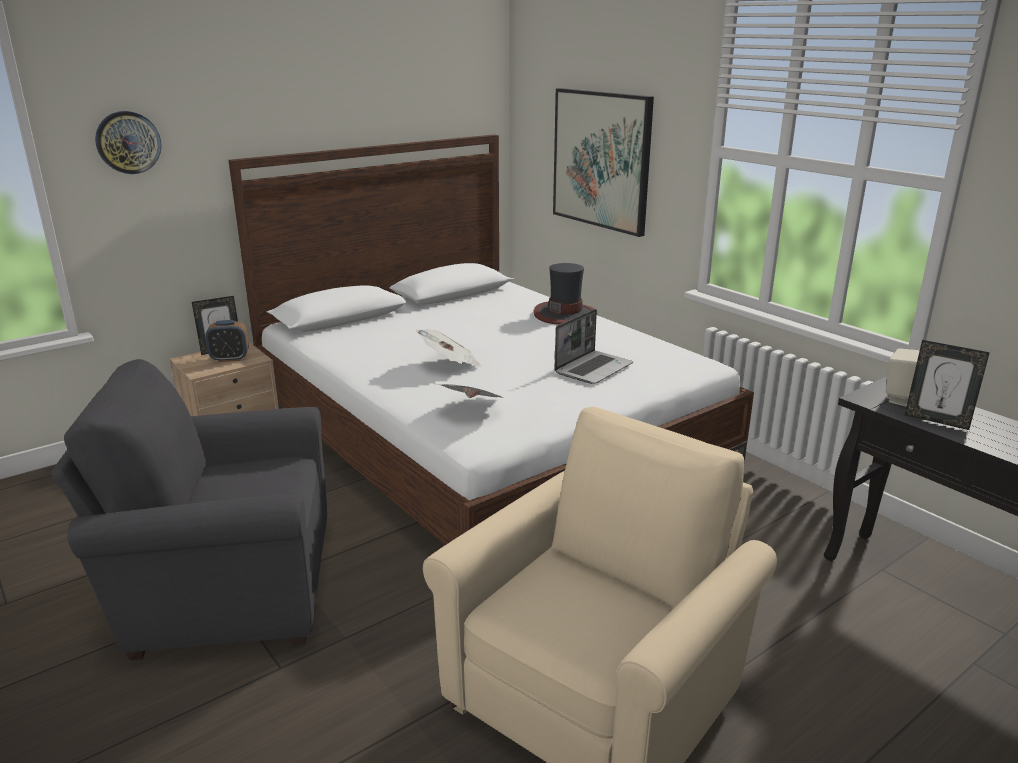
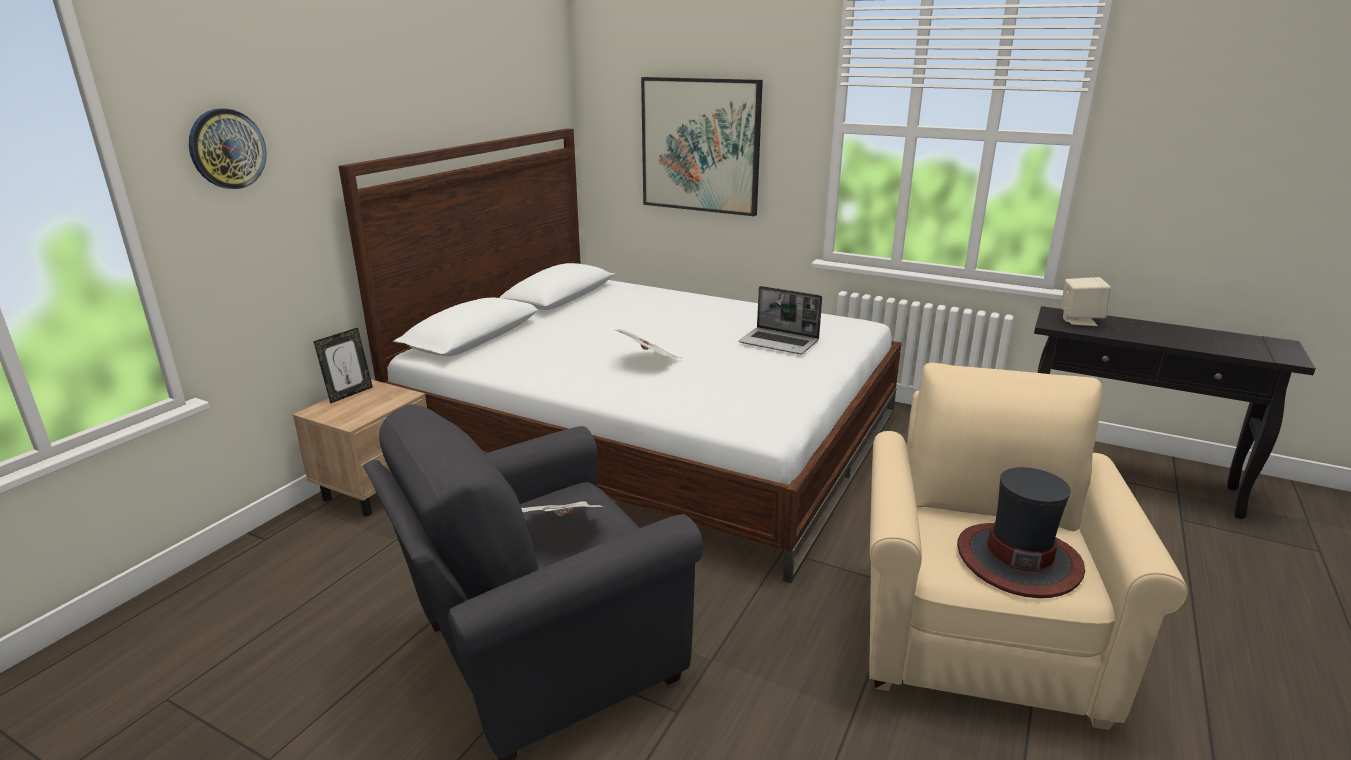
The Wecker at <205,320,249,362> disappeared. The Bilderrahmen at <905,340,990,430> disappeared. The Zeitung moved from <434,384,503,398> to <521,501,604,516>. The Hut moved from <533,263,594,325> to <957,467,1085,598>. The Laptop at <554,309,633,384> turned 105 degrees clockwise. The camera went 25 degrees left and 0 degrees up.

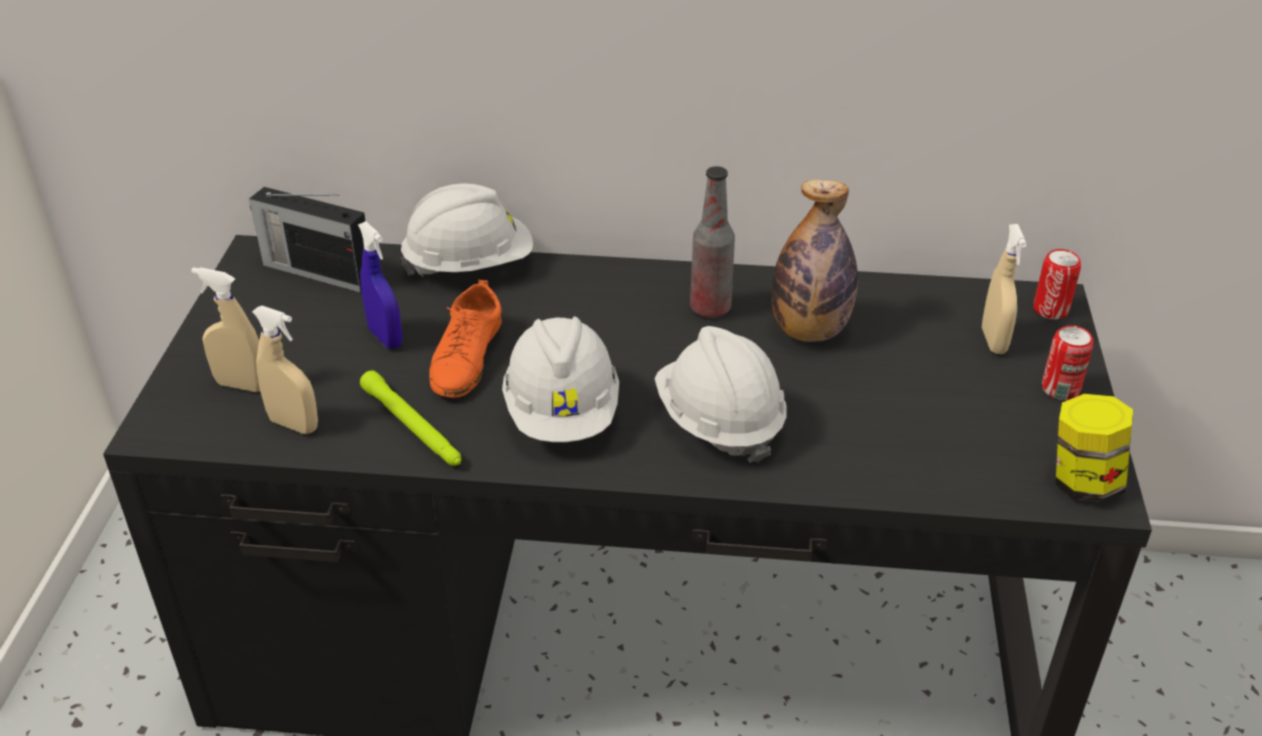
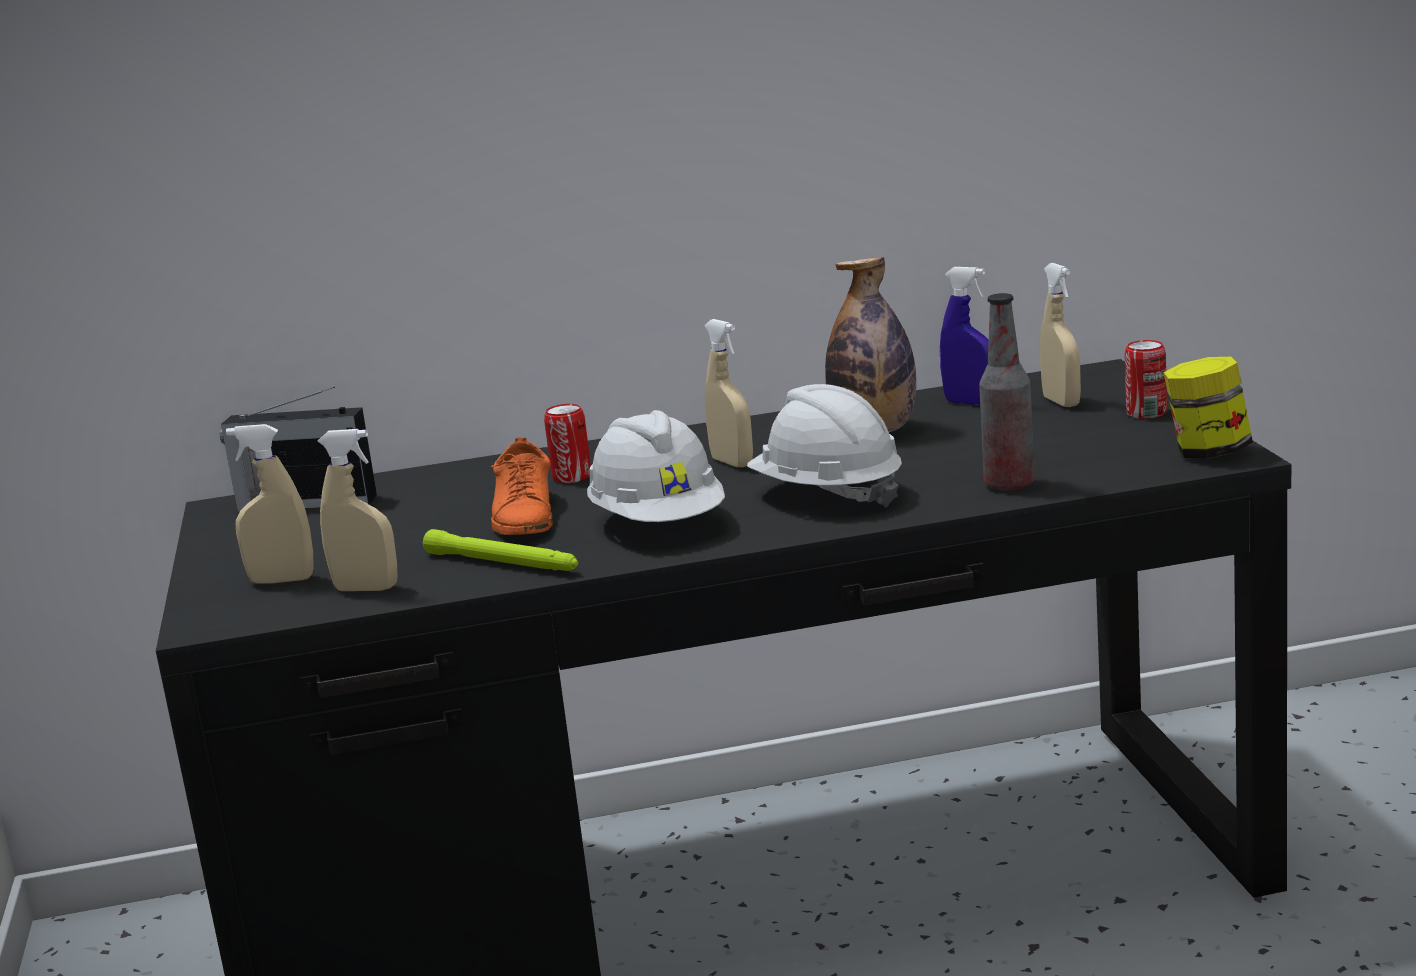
The Schutzhelm (weiß) at <400,183,533,277> disappeared. The Sprühflasche (beige) at <704,319,753,467> appeared. The Sprühflasche (blau) moved from <358,221,402,349> to <940,267,989,406>. The Flasche moved from <690,166,735,318> to <979,293,1035,491>. The Dose moved from <1034,249,1081,319> to <544,404,591,483>. The camera went 15 degrees left and 20 degrees down.

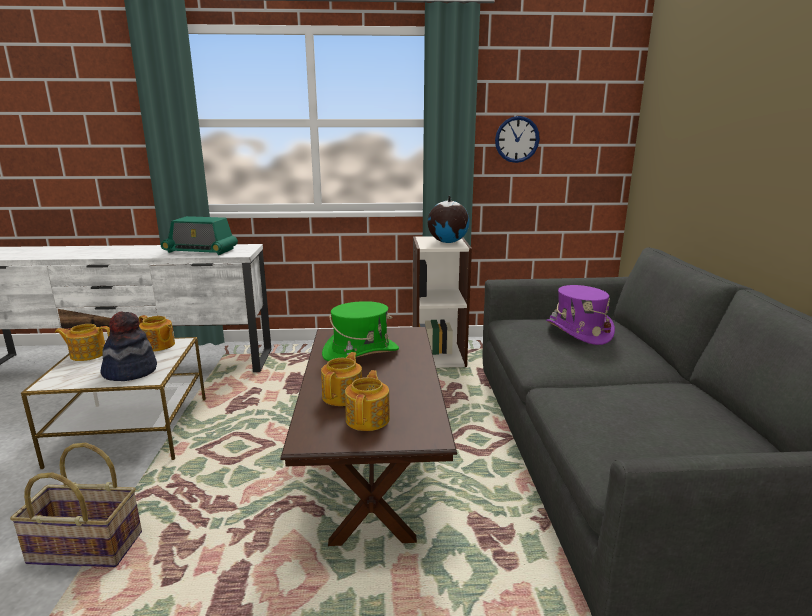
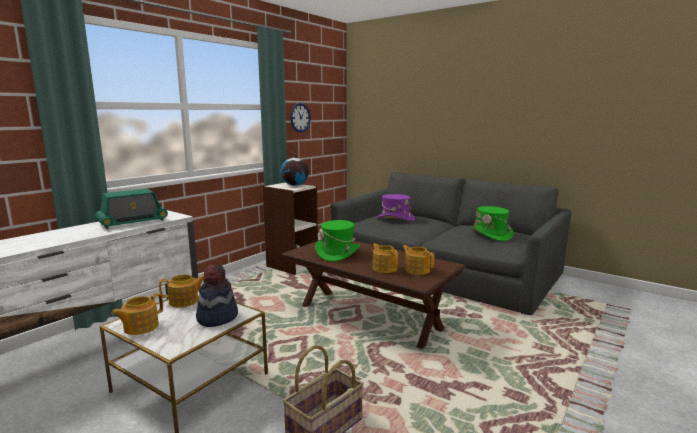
The Hut (grün) at <470,206,513,241> appeared. The camera went 50 degrees left and 5 degrees down.

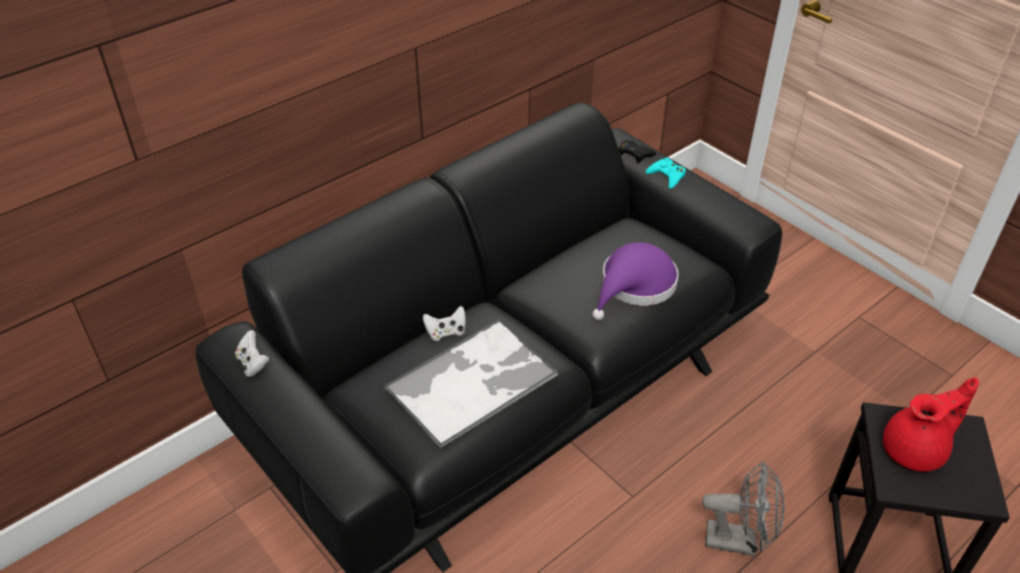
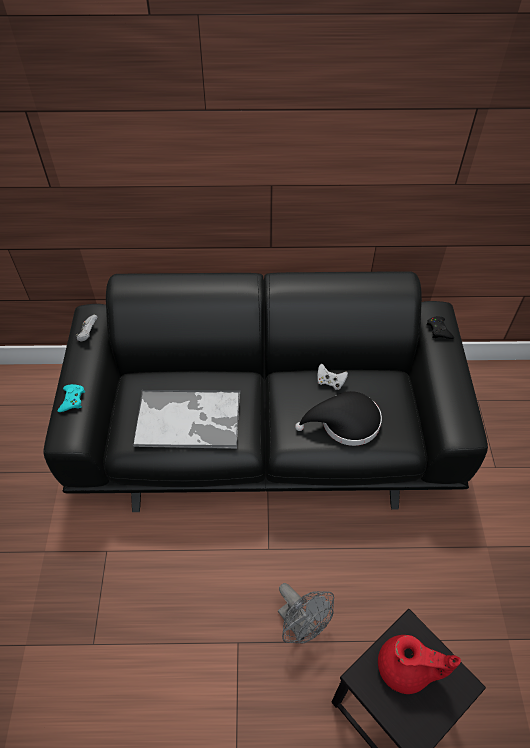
The Gamepad (weiß) moved from <423,306,466,341> to <317,364,348,390>. The Gamepad (türkis) moved from <646,158,686,189> to <58,384,85,412>. The Hut (lila) at <592,242,679,320> became the Hut (schwarz) at <295,391,382,446>. The camera went 40 degrees right and 10 degrees up.

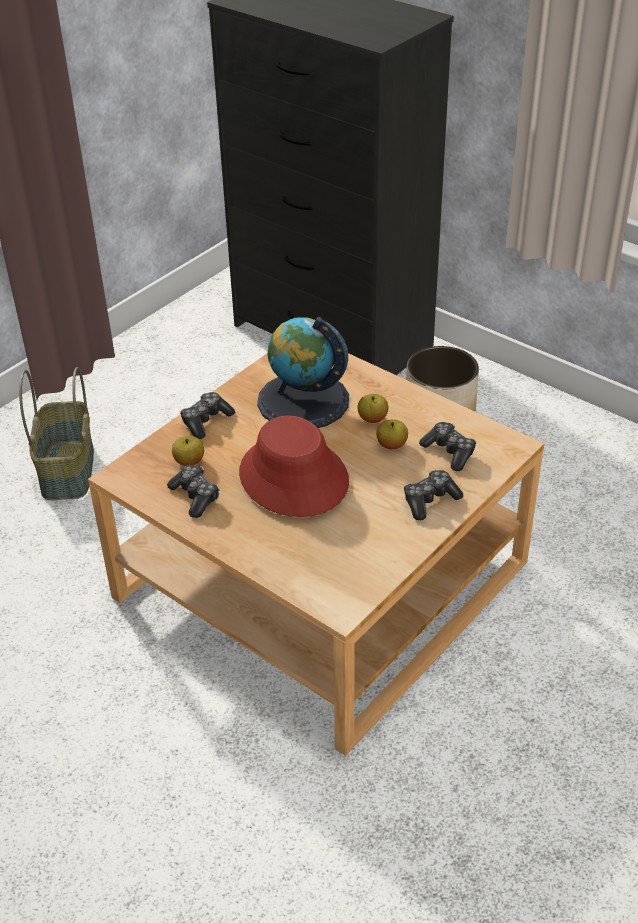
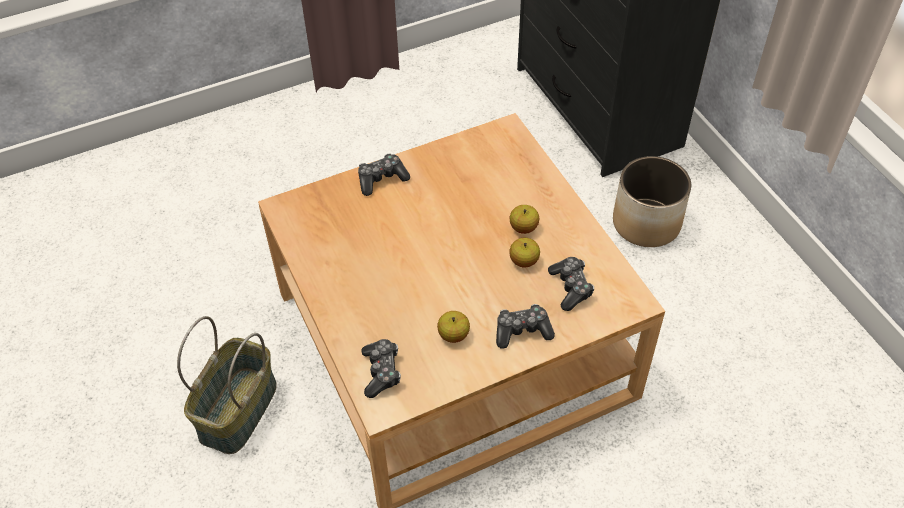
The Hut (rot) at <239,416,349,517> disappeared. The Globus at <257,317,349,428> disappeared. The Korb moved from <19,367,94,500> to <177,316,277,454>. The Gamepad moved from <167,465,219,518> to <361,339,401,398>. The Apfel moved from <172,436,204,466> to <437,311,470,343>. The camera went 25 degrees right and 10 degrees up.

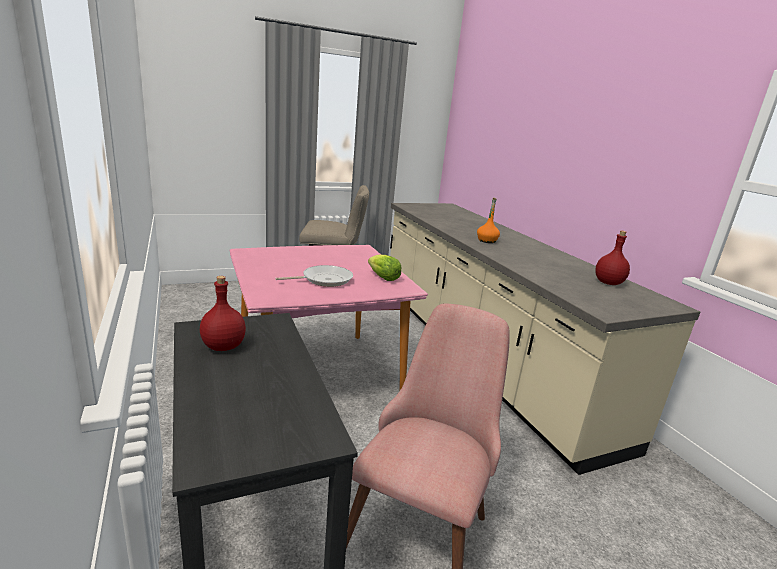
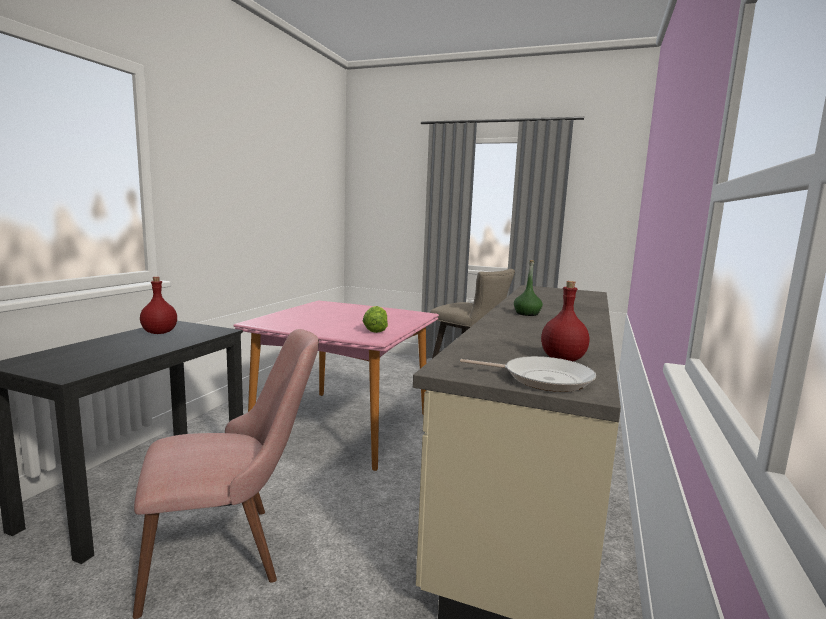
The Pfanne moved from <275,265,353,287> to <460,356,596,392>. The Flasche (orange) at <477,198,500,243> became the Flasche (grün) at <514,260,543,316>. The camera went 45 degrees right and 10 degrees down.

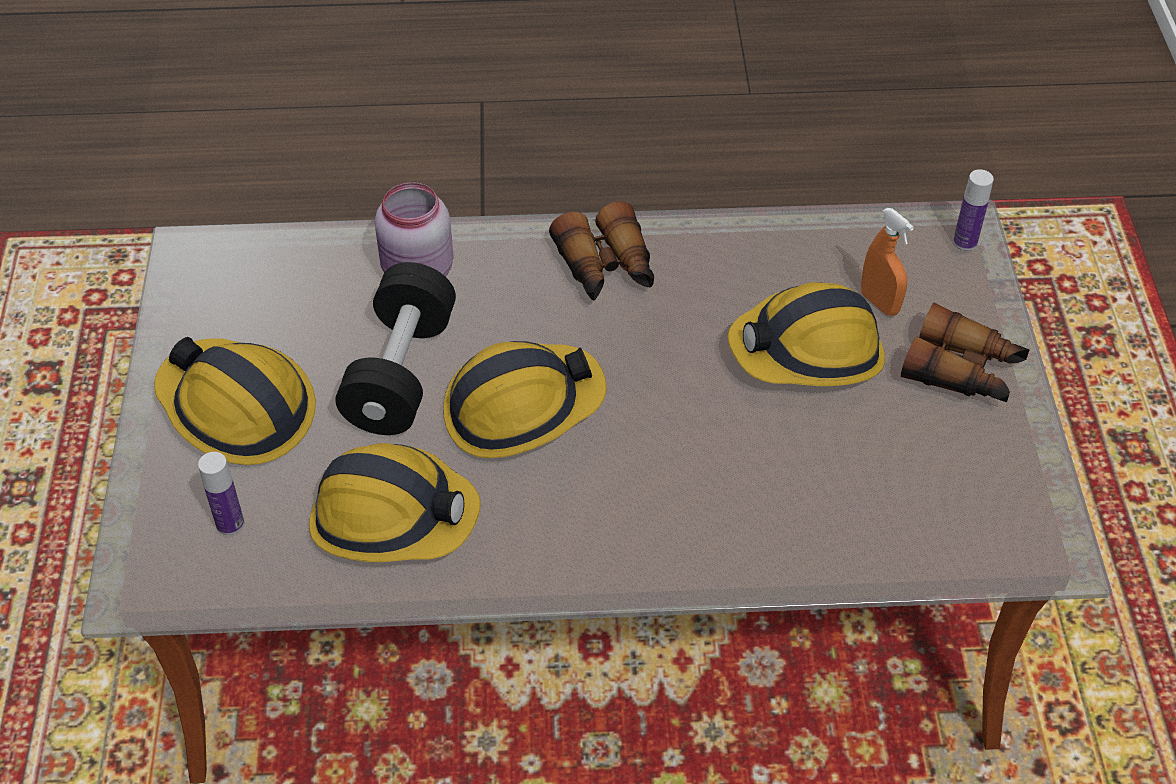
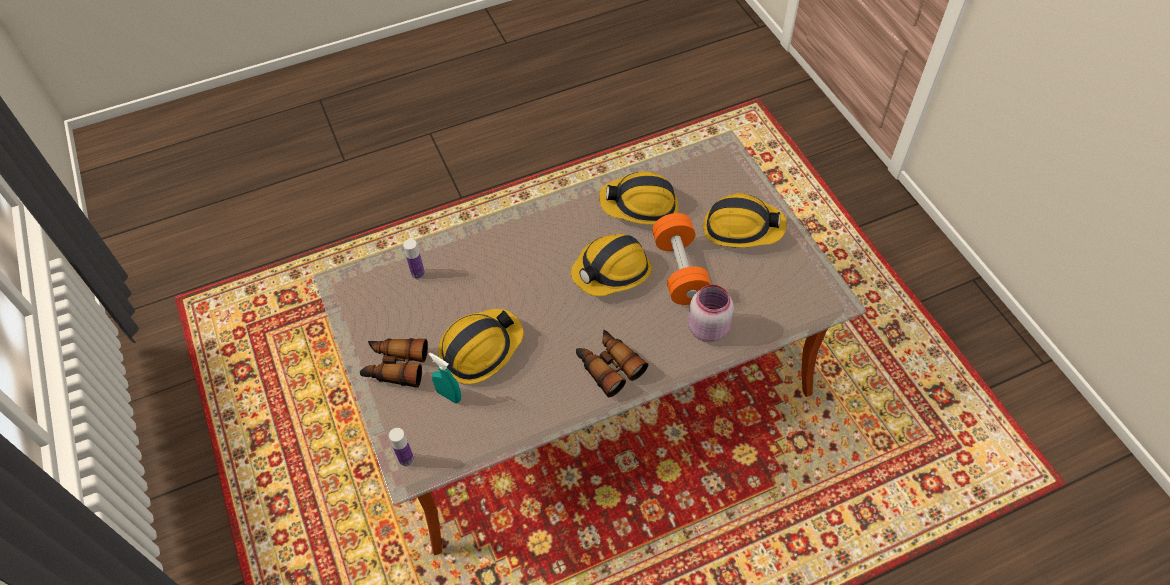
The Flasche moved from <198,452,244,535> to <403,239,425,279>. The Hantel (schwarz) at <335,262,456,435> became the Hantel (orange) at <652,213,711,305>. The Sprühflasche (orange) at <861,208,914,316> became the Sprühflasche (türkis) at <428,353,461,403>. The camera went 160 degrees right and 5 degrees up.

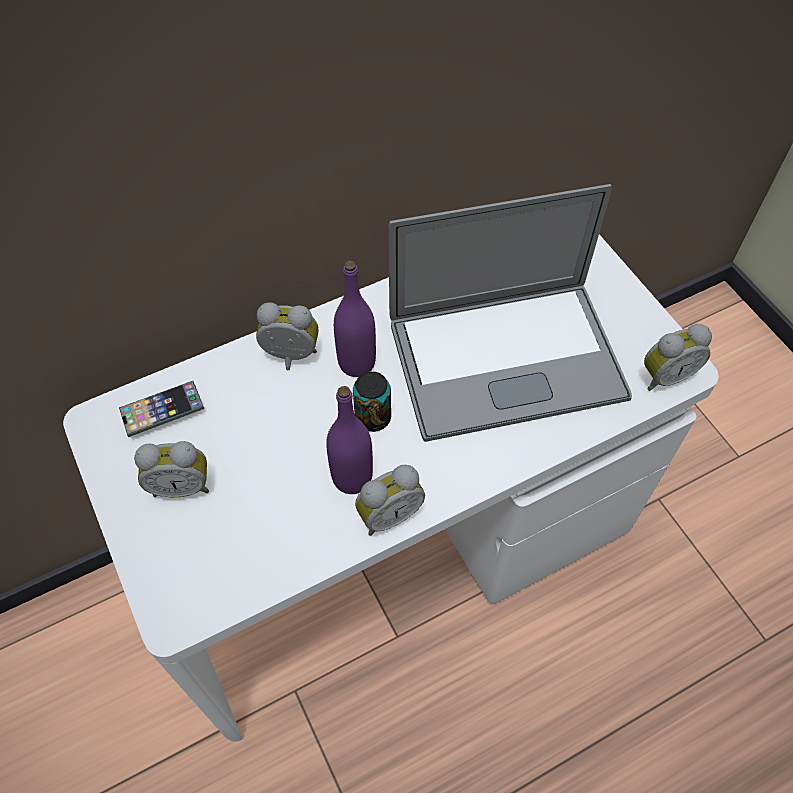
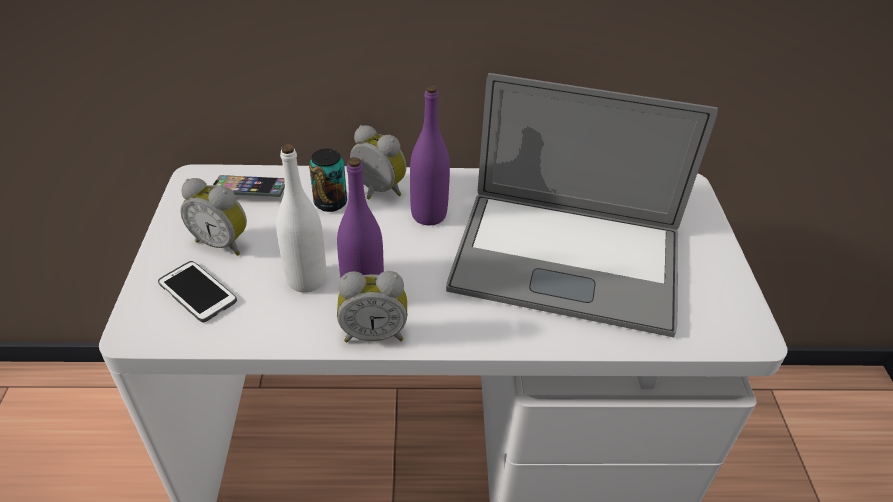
The Wecker at <644,324,712,391> disappeared. The Handy at <158,261,237,322> appeared. The Flasche (weiß) at <276,144,326,293> appeared. The Dose moved from <353,371,391,432> to <309,149,347,212>. The camera went 25 degrees right and 15 degrees down.

